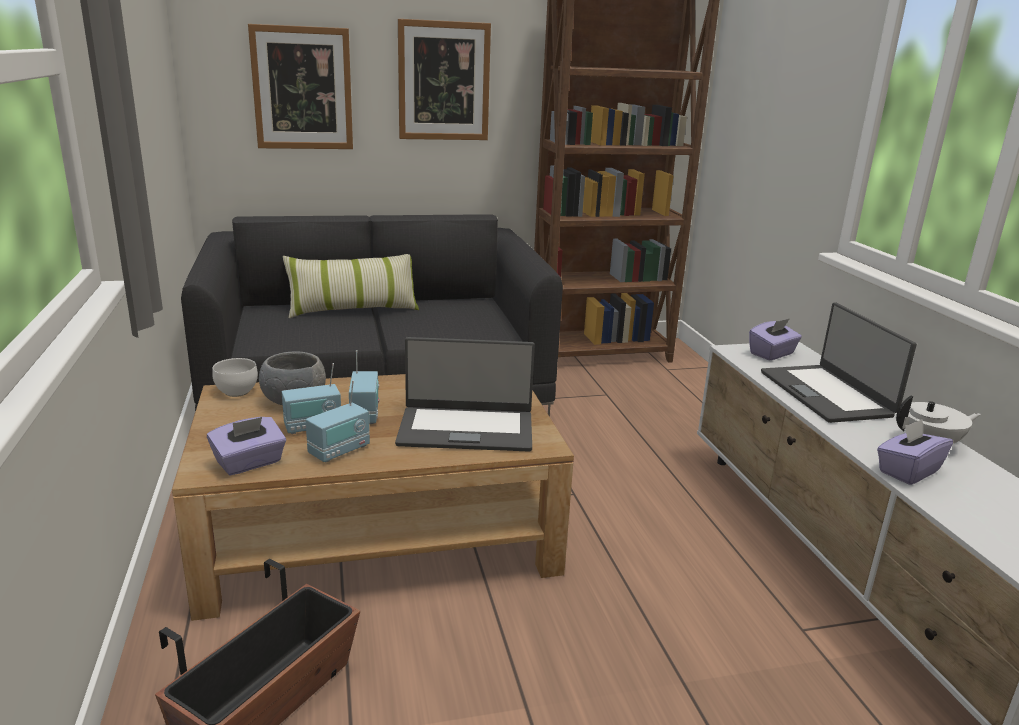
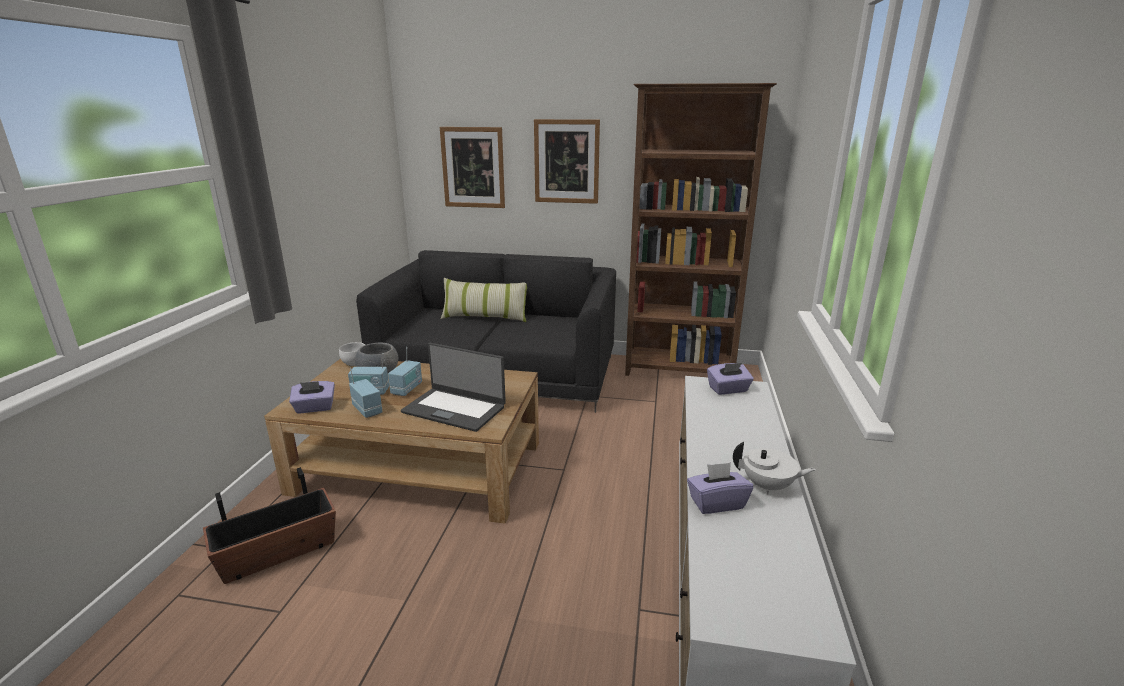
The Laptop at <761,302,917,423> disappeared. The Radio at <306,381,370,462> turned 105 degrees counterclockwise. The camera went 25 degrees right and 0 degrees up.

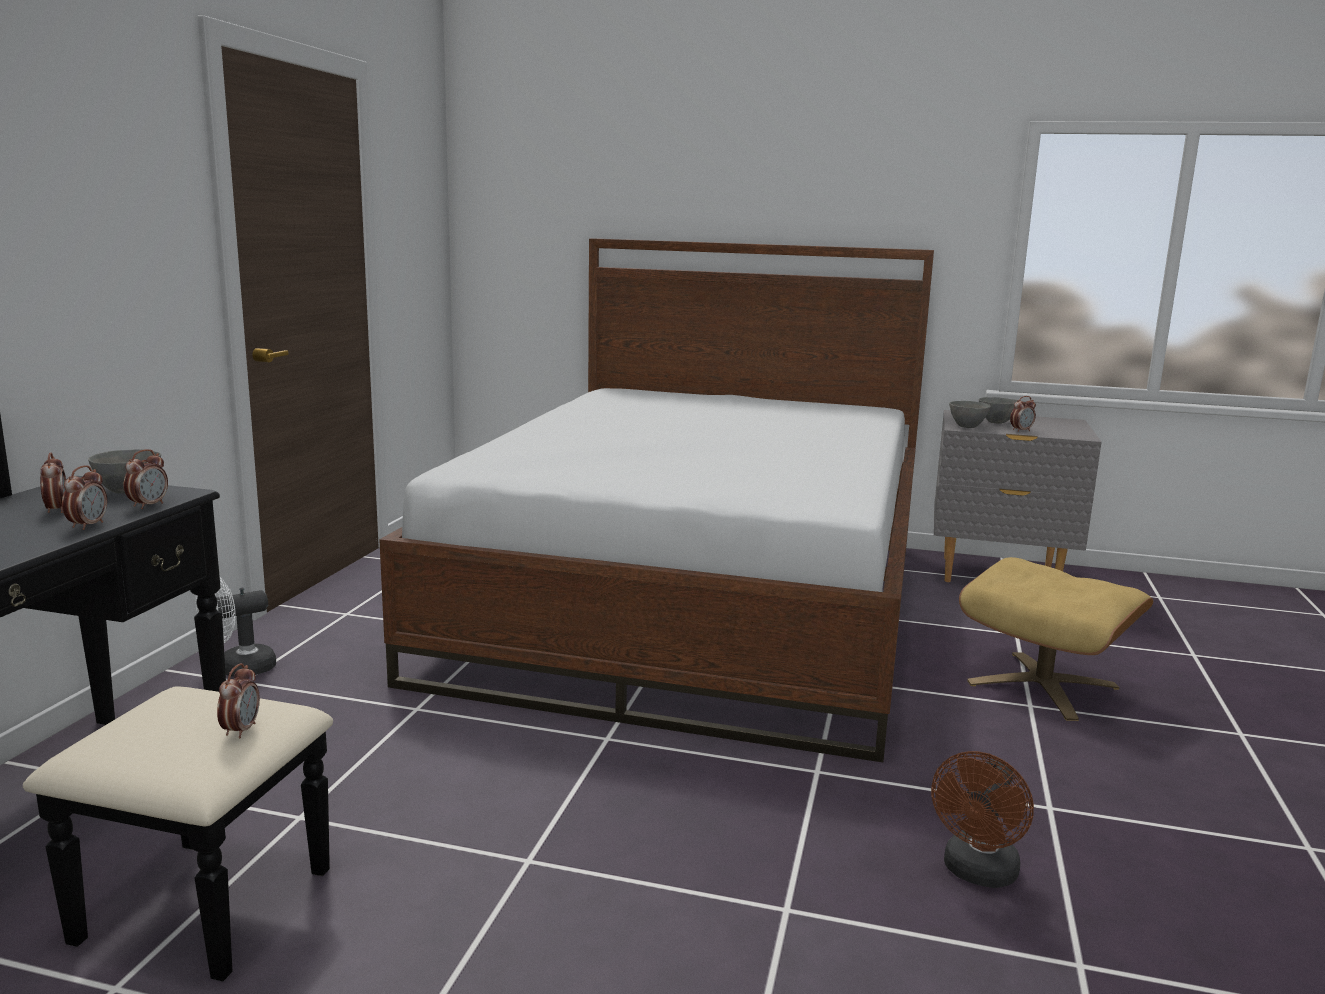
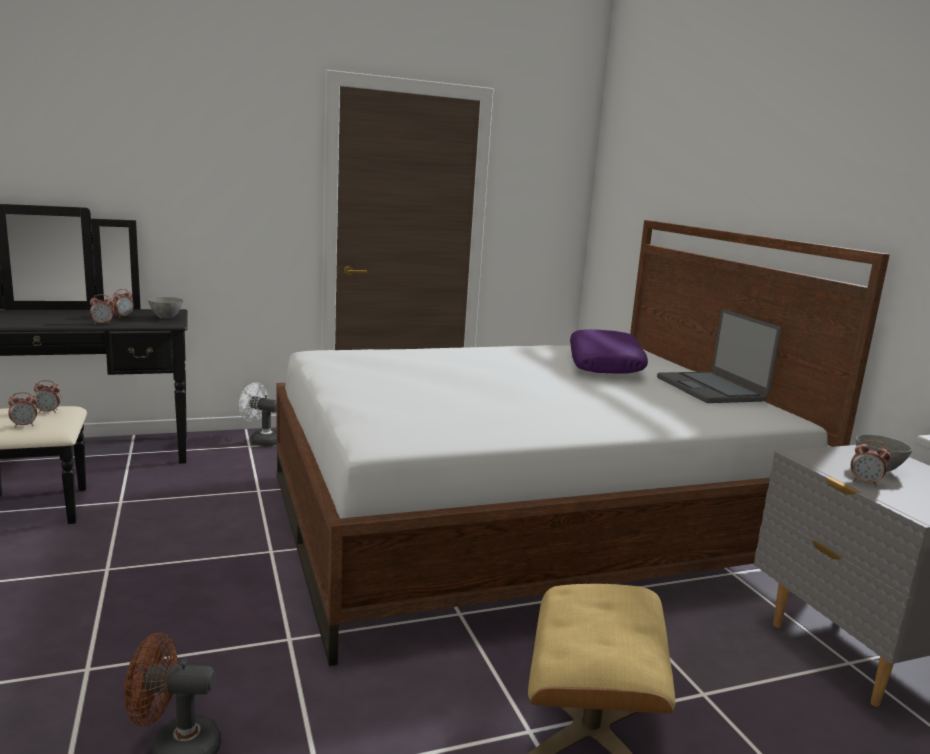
The Schüssel (grau) at <949,401,991,428> disappeared. The Kissen (lila) at <570,329,648,374> appeared. The Laptop at <657,309,781,403> appeared. The Wecker moved from <124,449,168,509> to <34,380,61,413>. The camera went 55 degrees right and 0 degrees up.

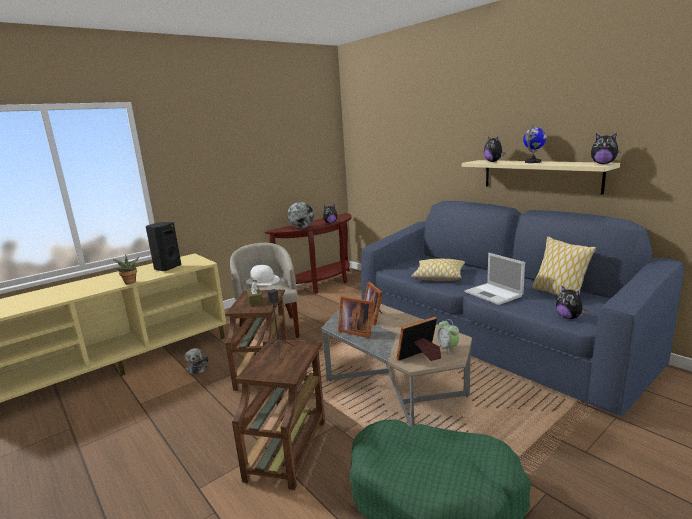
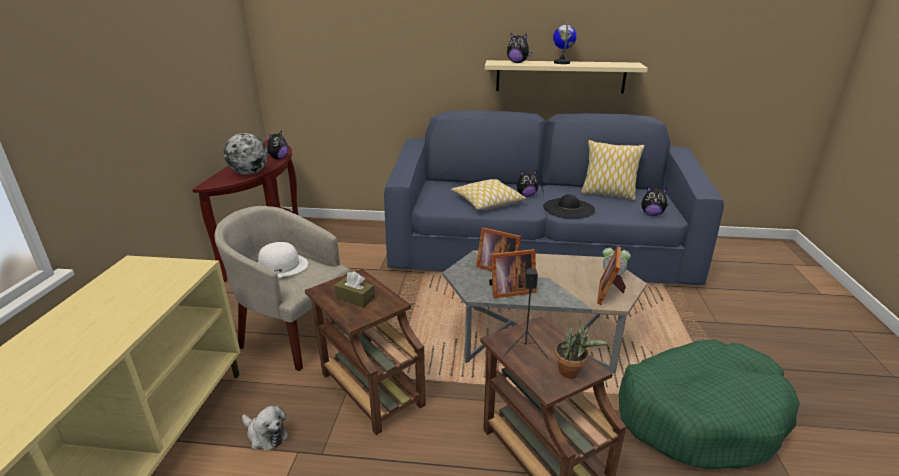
The Lautsprecher (schwarz) at <146,222,181,271> disappeared. The Topfpflanze moved from <113,255,139,284> to <555,320,609,379>. The Plüschtier moved from <591,133,621,164> to <517,170,538,197>. The Laptop at <464,253,525,305> was replaced by the Hut (schwarz) at <543,194,595,219>. The camera went 45 degrees left and 10 degrees up.

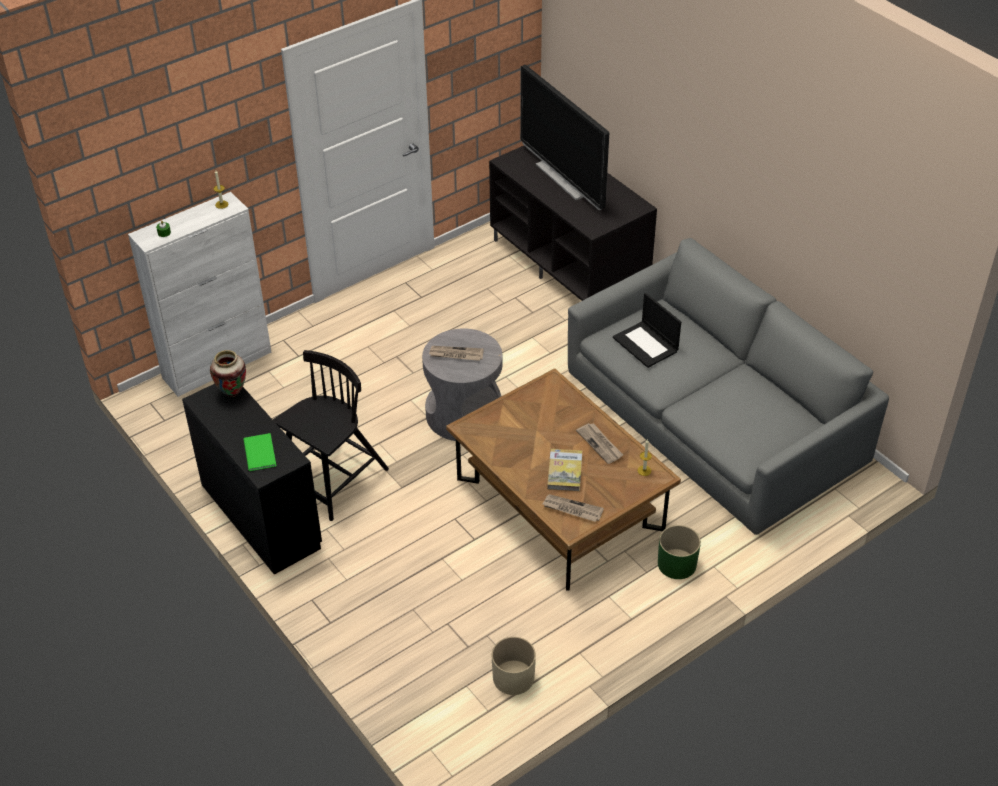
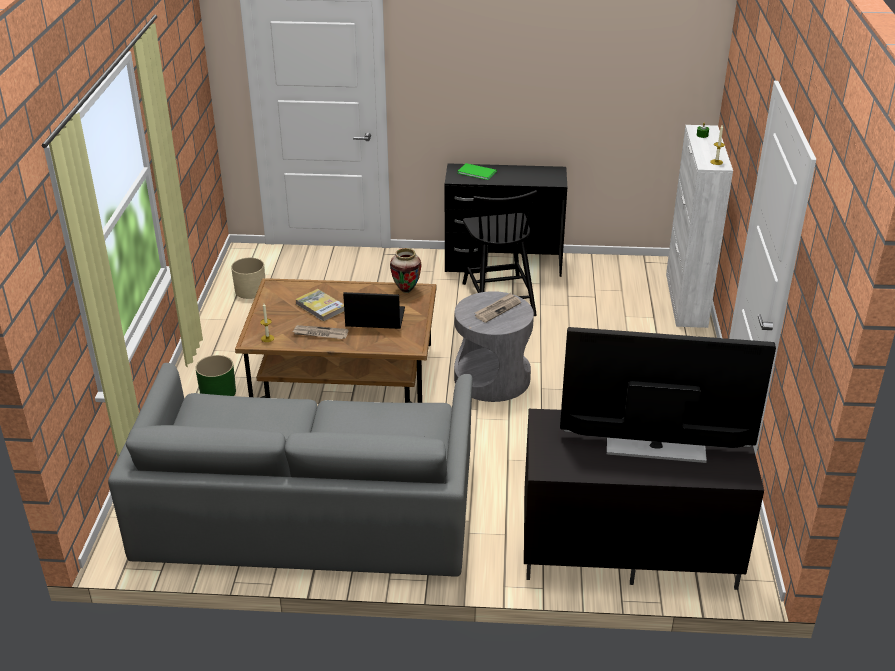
The Zeitung at <542,494,604,522> disappeared. The Vase moved from <210,350,246,397> to <390,248,422,293>. The Laptop moved from <613,293,681,368> to <343,292,405,329>. The camera went 130 degrees right and 10 degrees down.

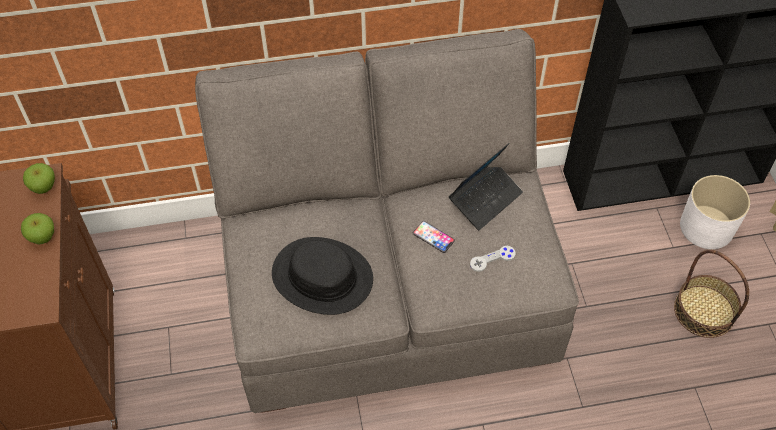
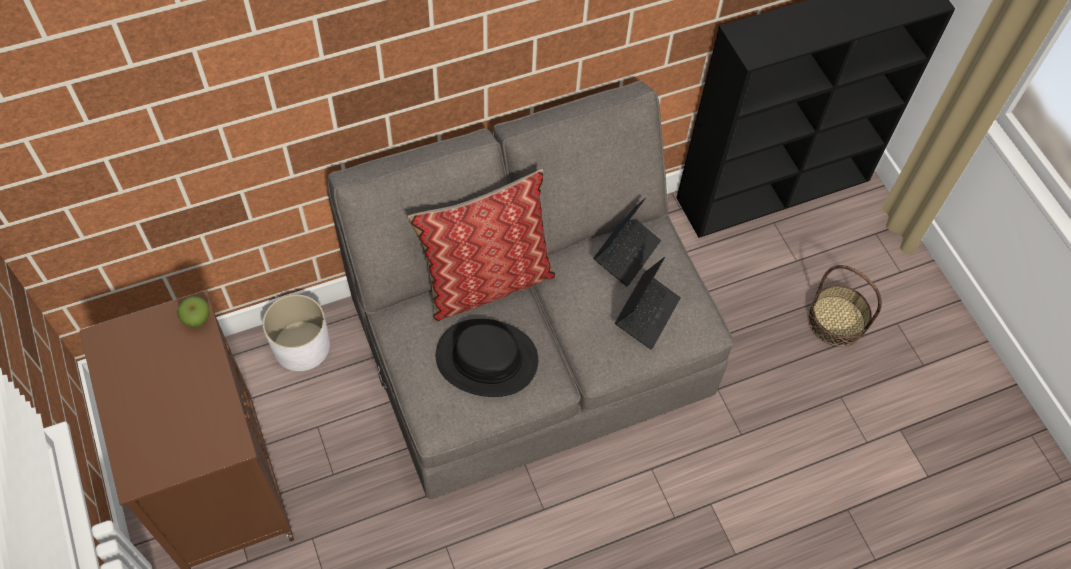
The Apfel at <21,213,54,245> disappeared. The Handy at <412,221,455,253> disappeared. The Kissen at <407,169,555,322> appeared. The Pflanzkübel (weiß) moved from <680,175,750,249> to <263,295,330,371>. The Gamepad (grau) at <470,246,516,272> was replaced by the Laptop at <615,257,681,349>. The camera went 15 degrees left and 5 degrees up.

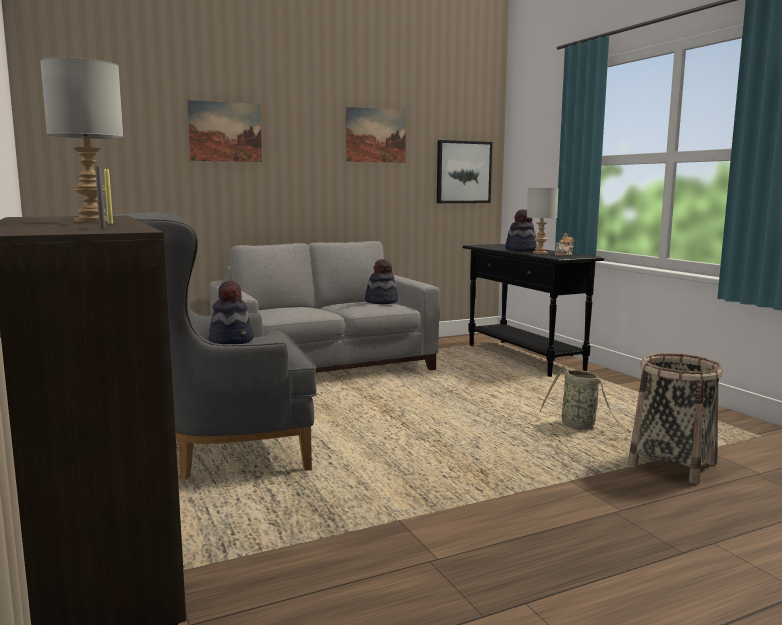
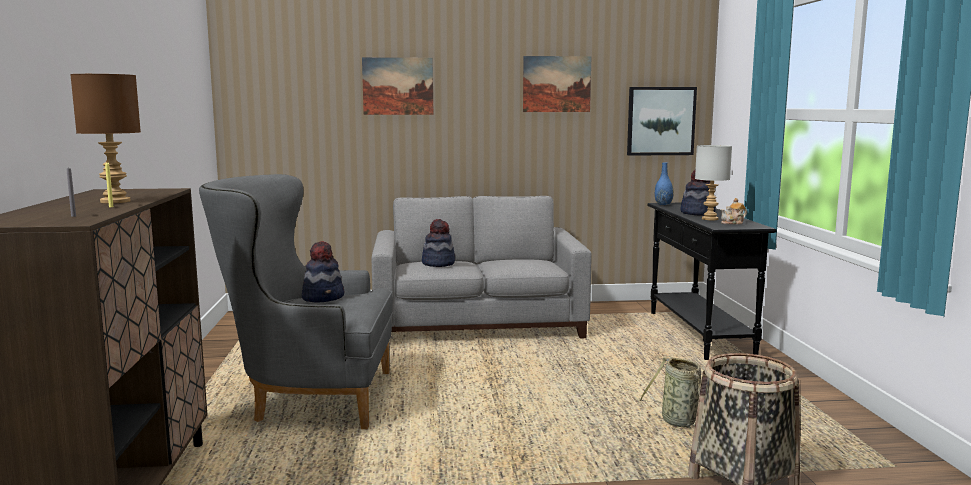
The Vase (blau) at <655,163,674,205> appeared. The Hut moved from <365,259,398,304> to <422,219,455,267>. The Tischlampe (grau) at <40,57,123,222> became the Tischlampe (braun) at <70,74,141,204>. The camera went 20 degrees right and 0 degrees up.

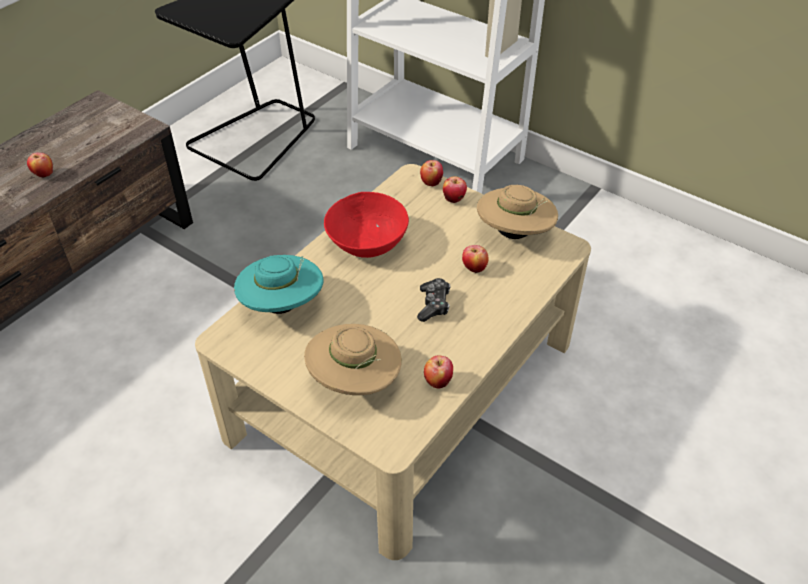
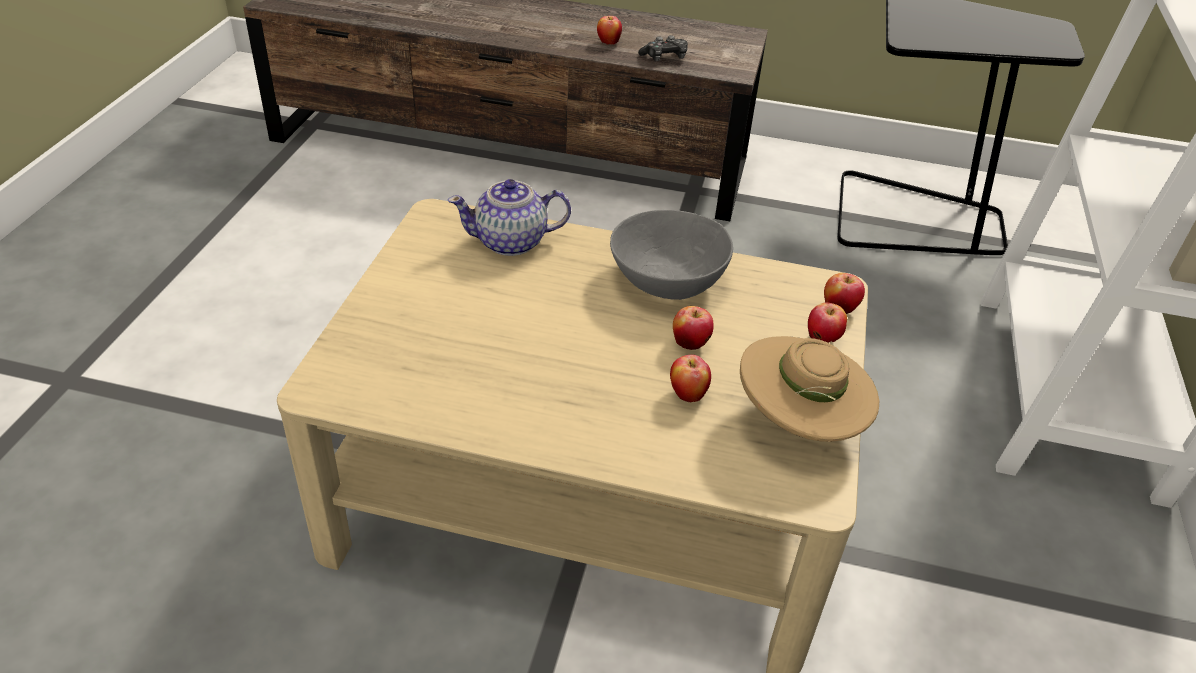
The Hut (beige) at <304,324,402,395> disappeared. The Gamepad moved from <417,278,450,322> to <638,35,688,61>. The Apfel moved from <424,355,453,389> to <673,306,713,350>. The Hut (türkis) at <234,255,324,314> was replaced by the Teekanne at <448,179,571,256>. The Schüssel (rot) at <324,192,409,258> became the Schüssel (grau) at <610,210,733,300>. The camera went 65 degrees right and 5 degrees down.

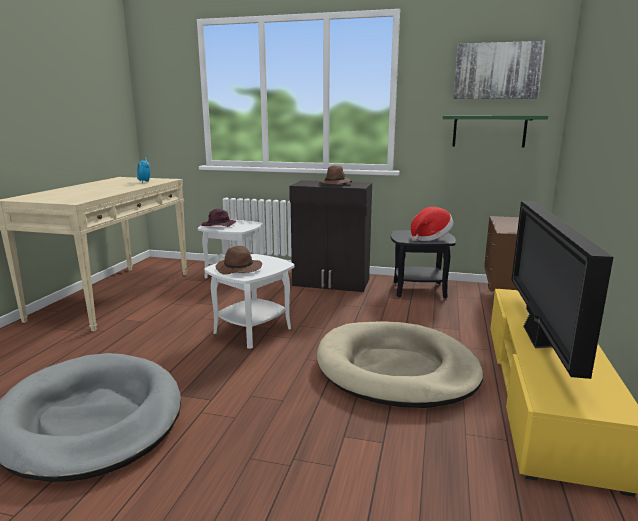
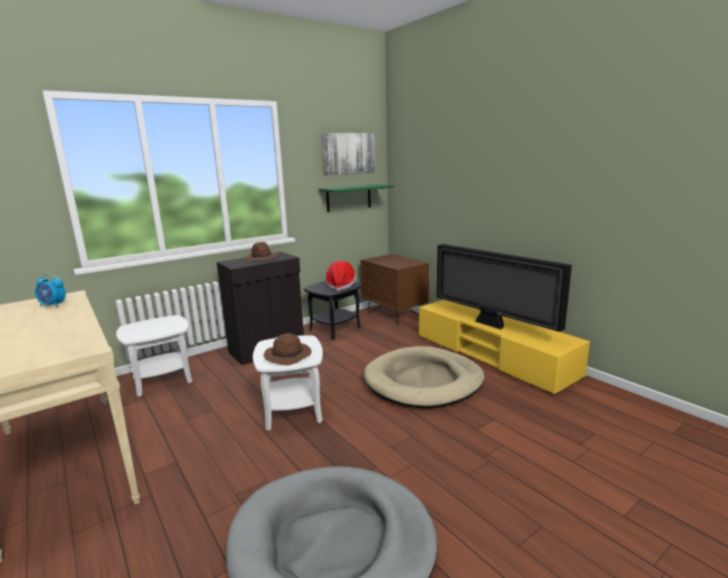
The Hut (lila) at <201,209,236,227> disappeared. The camera went 50 degrees left and 0 degrees up.

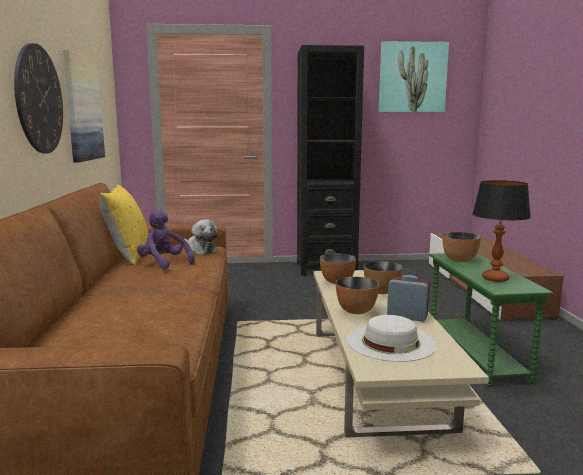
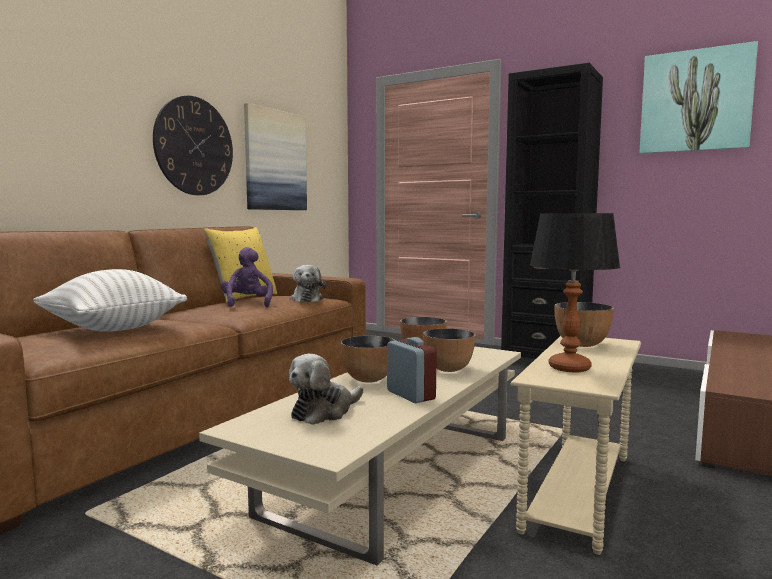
The Kissen (weiß) at <33,269,187,332> appeared. The Hut (weiß) at <347,315,437,362> was replaced by the Plüschtier at <289,354,363,425>. The Beistelltisch (grün) at <429,253,553,387> became the Beistelltisch (beige) at <510,336,641,555>. The camera went 35 degrees right and 5 degrees down.

